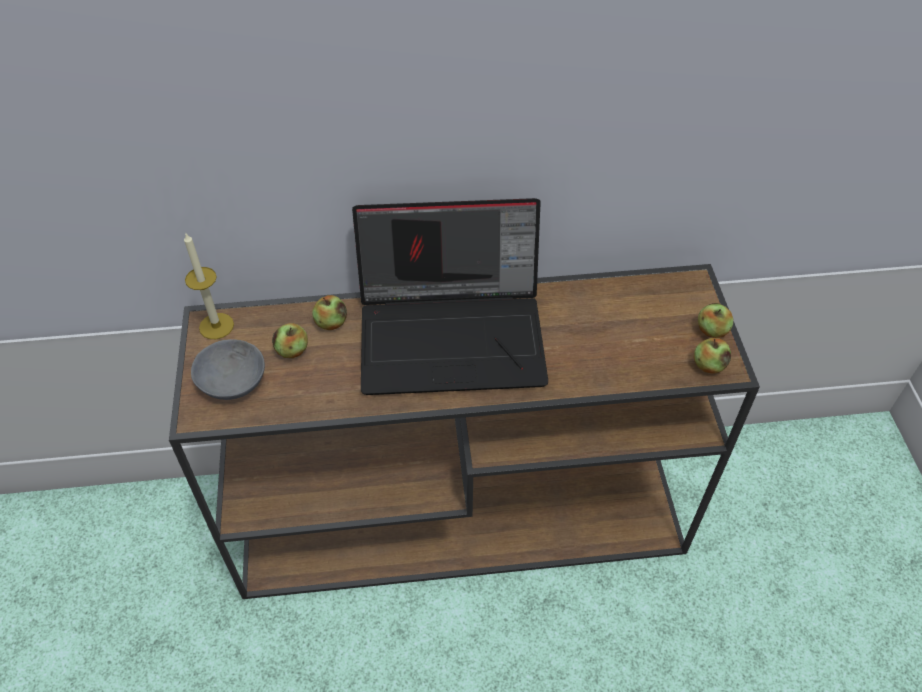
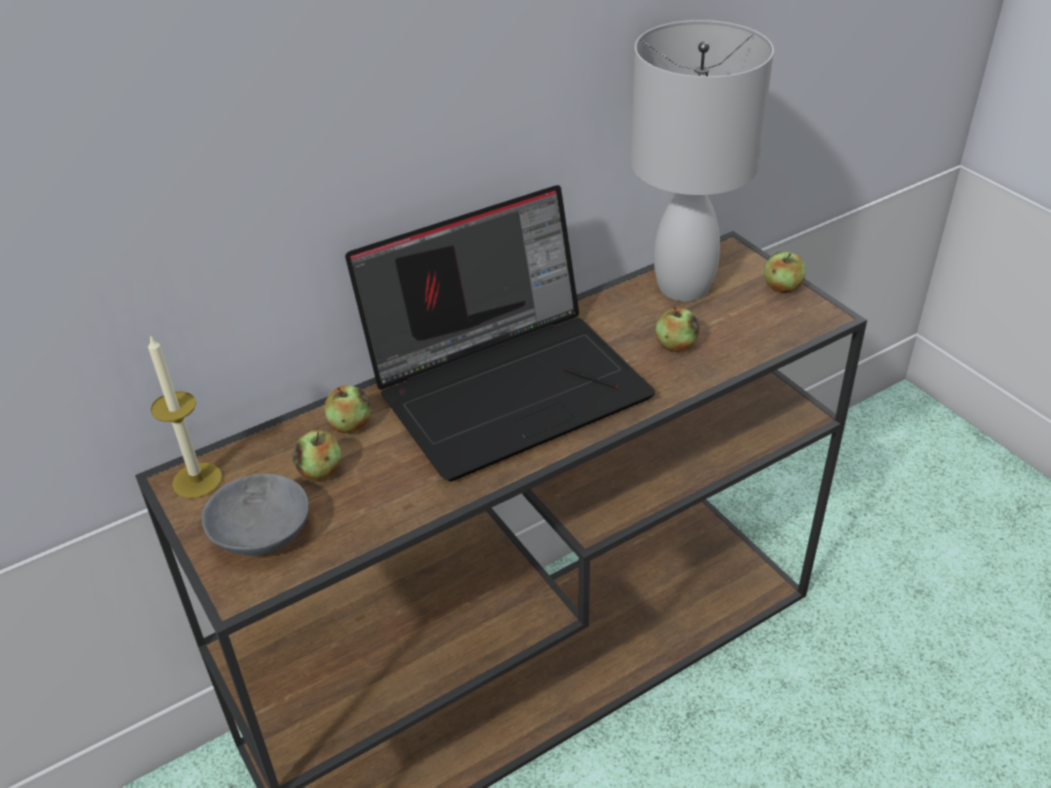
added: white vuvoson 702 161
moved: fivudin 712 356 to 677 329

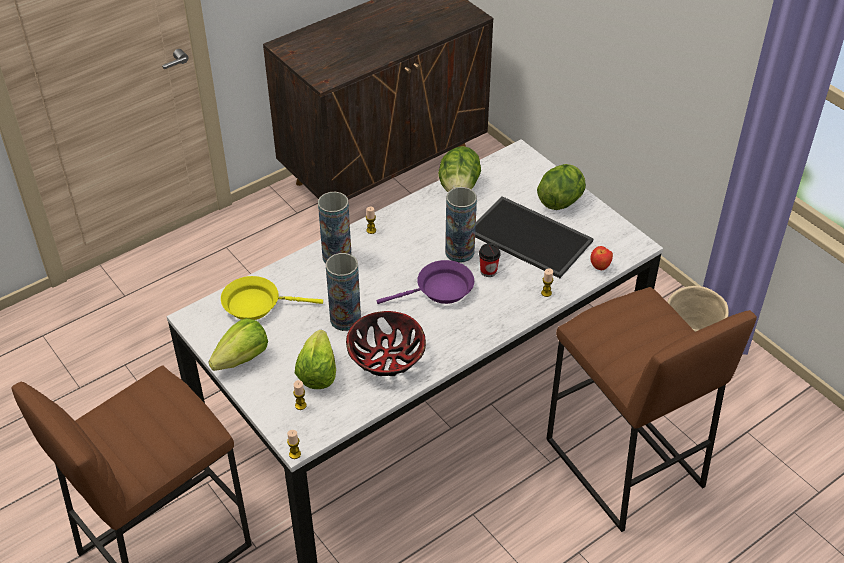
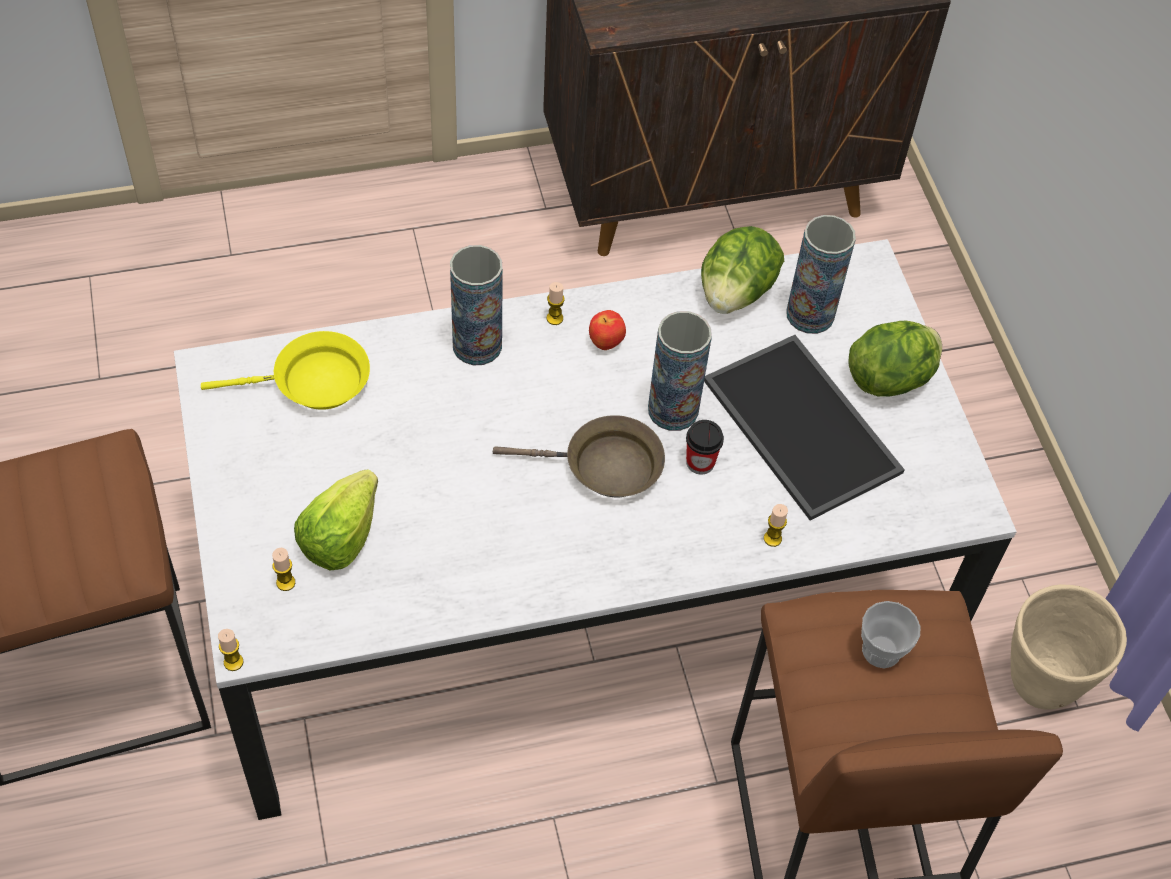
removed: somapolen 386 343; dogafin 238 344
added: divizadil 891 634
moved: fivudin 601 258 to 607 330; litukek 343 292 to 821 274
recoloured: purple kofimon 425 282 to brown kofimon 579 456
turned: yellow kofimon 272 298 = 285 370 150 degrees clockwise

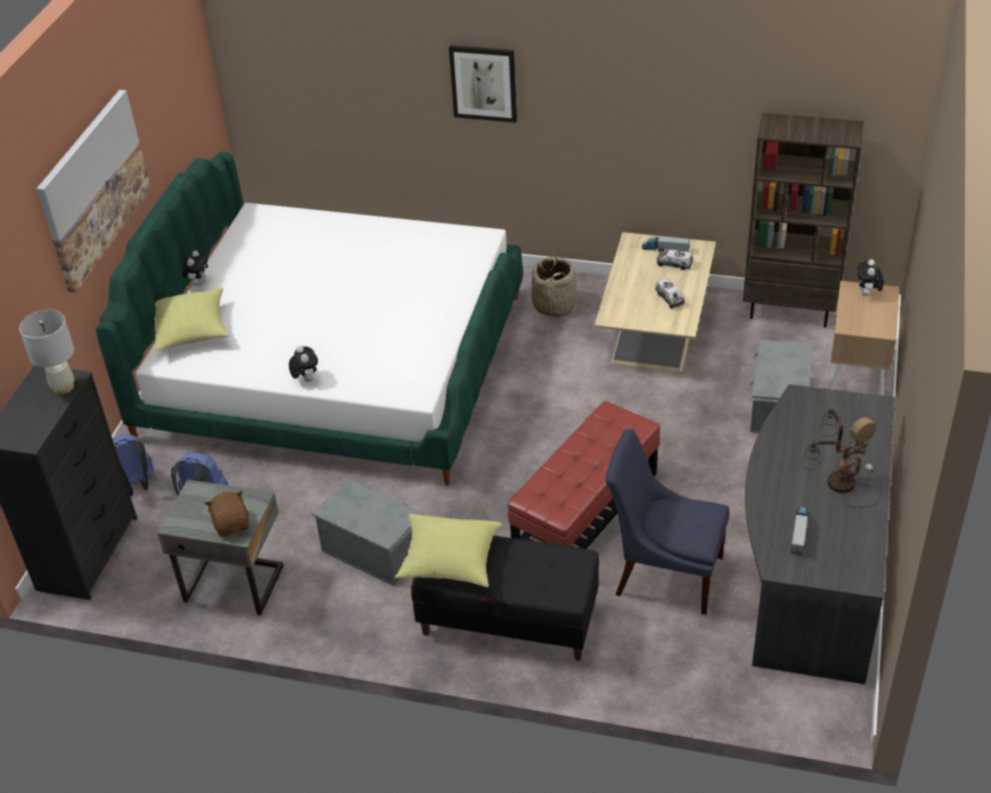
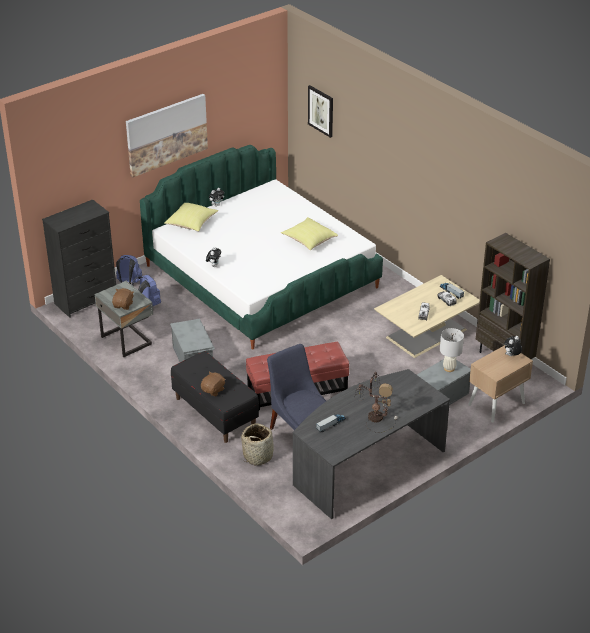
added: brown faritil 213 383
moved: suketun 483 84 to 320 111; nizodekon 553 286 to 258 444; white vuvoson 46 352 to 452 350; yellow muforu 449 550 to 309 233

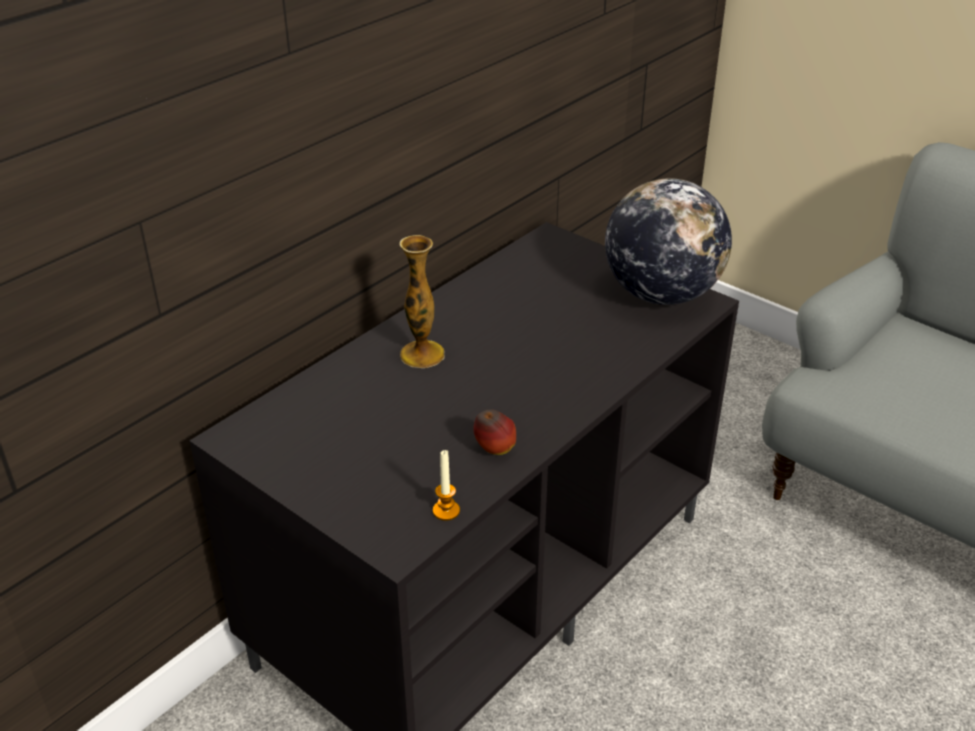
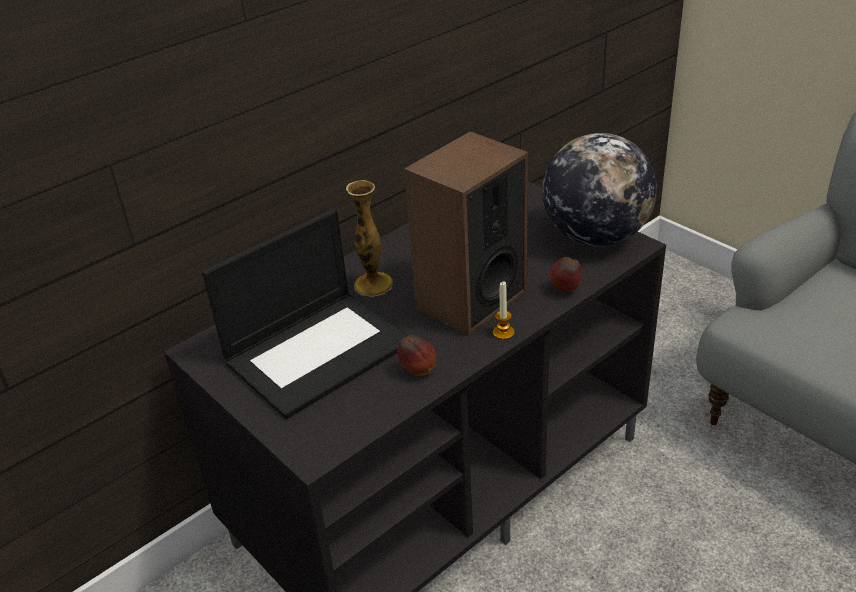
added: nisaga 466 233; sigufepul 305 314; fivudin 566 274
moved: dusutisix 446 485 to 503 311

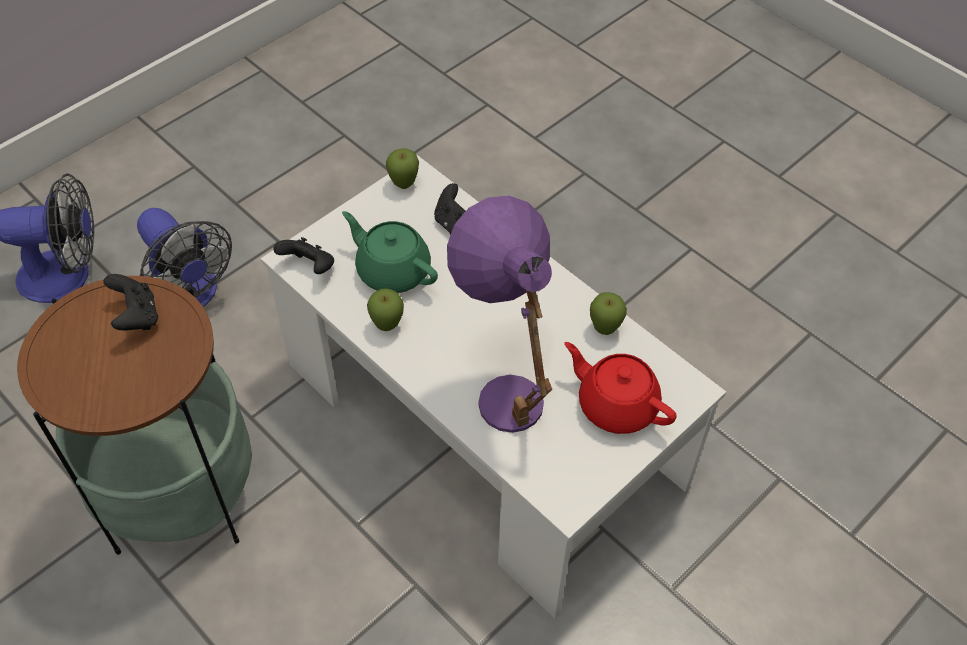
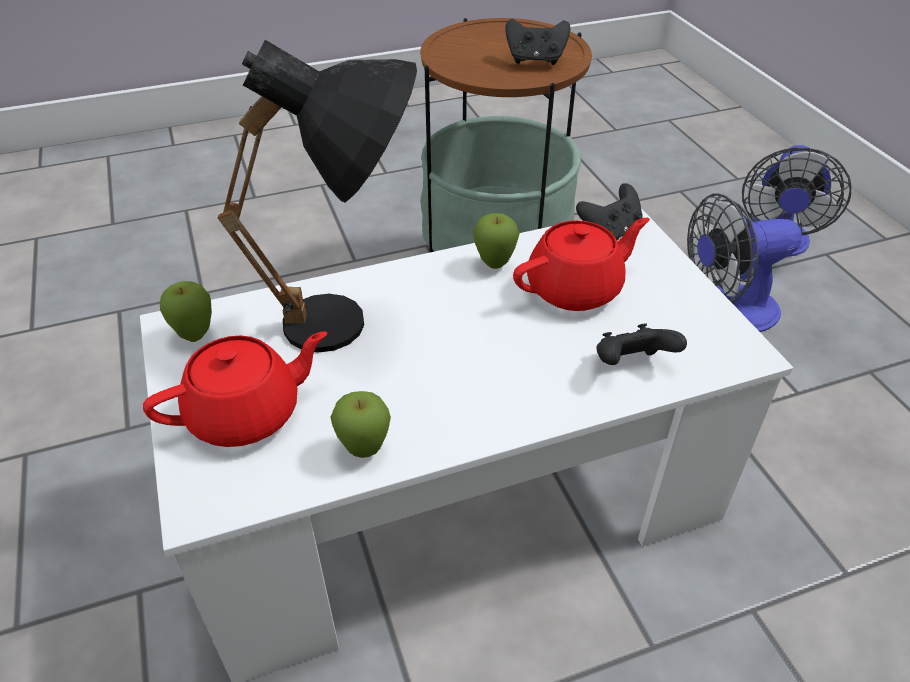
moved: fivudin 402 169 to 186 311
recoloured: purple vuvoson 499 314 to black vuvoson 317 196; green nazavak 390 252 to red nazavak 581 264

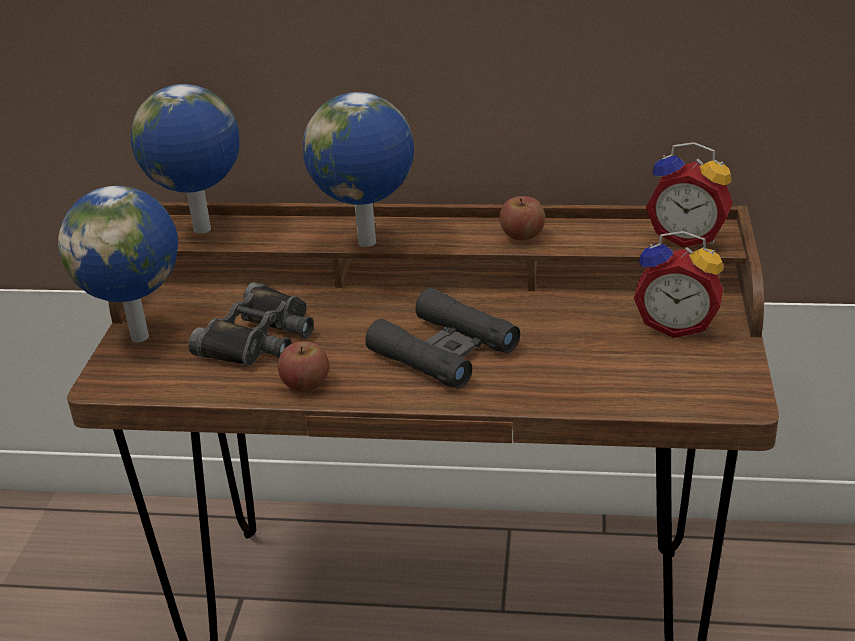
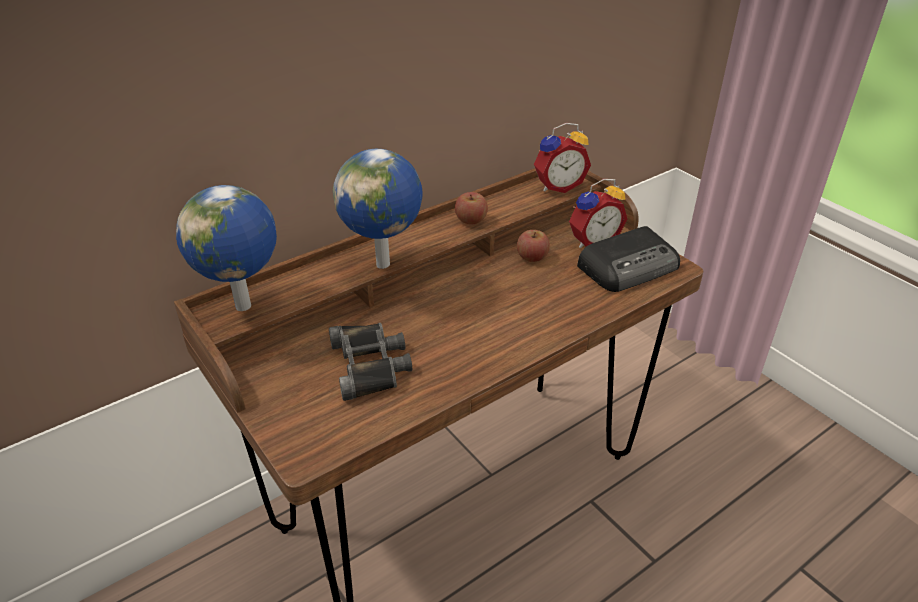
removed: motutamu 118 264; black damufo 442 338
added: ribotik 628 259
moved: fivudin 303 366 to 533 246

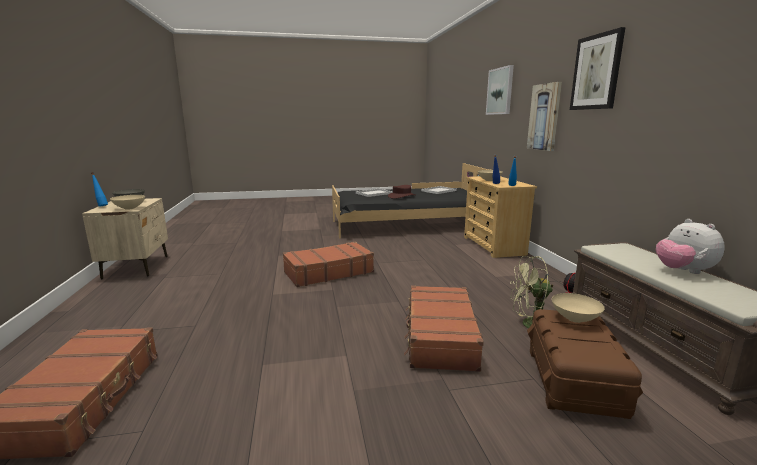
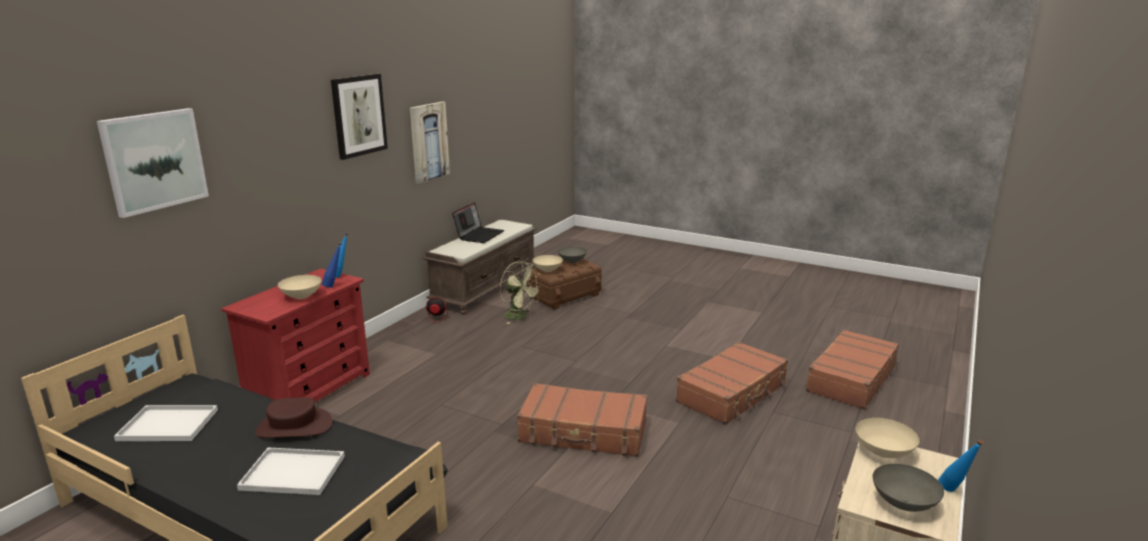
added: grey somapolen 572 254
moved: suketun 544 116 to 430 142; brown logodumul 444 328 to 732 383
replaced: faritil 690 246 to sigufepul 478 222
recoloured: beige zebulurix 500 217 to red zebulurix 295 335

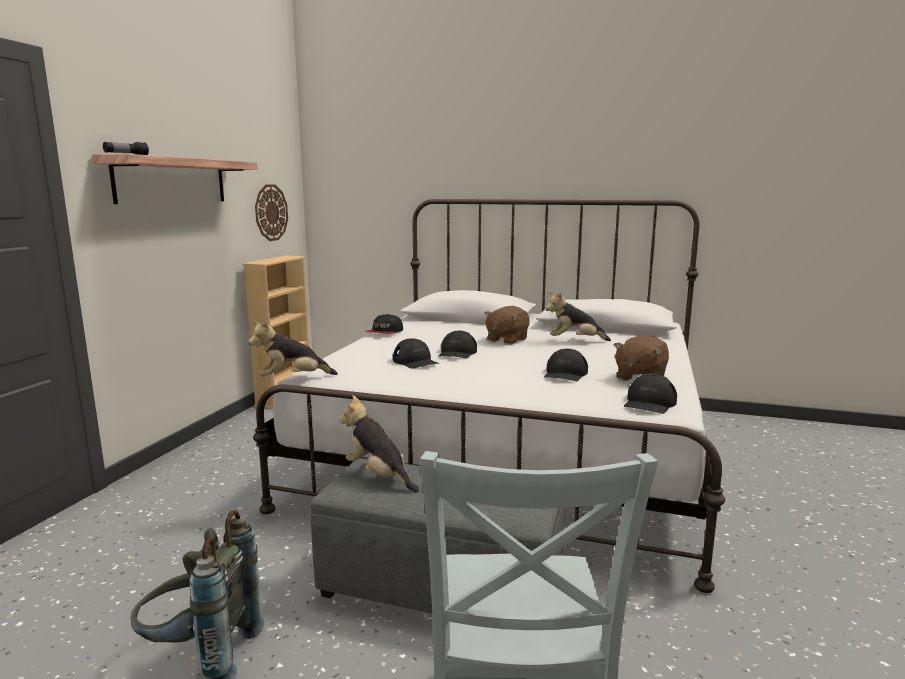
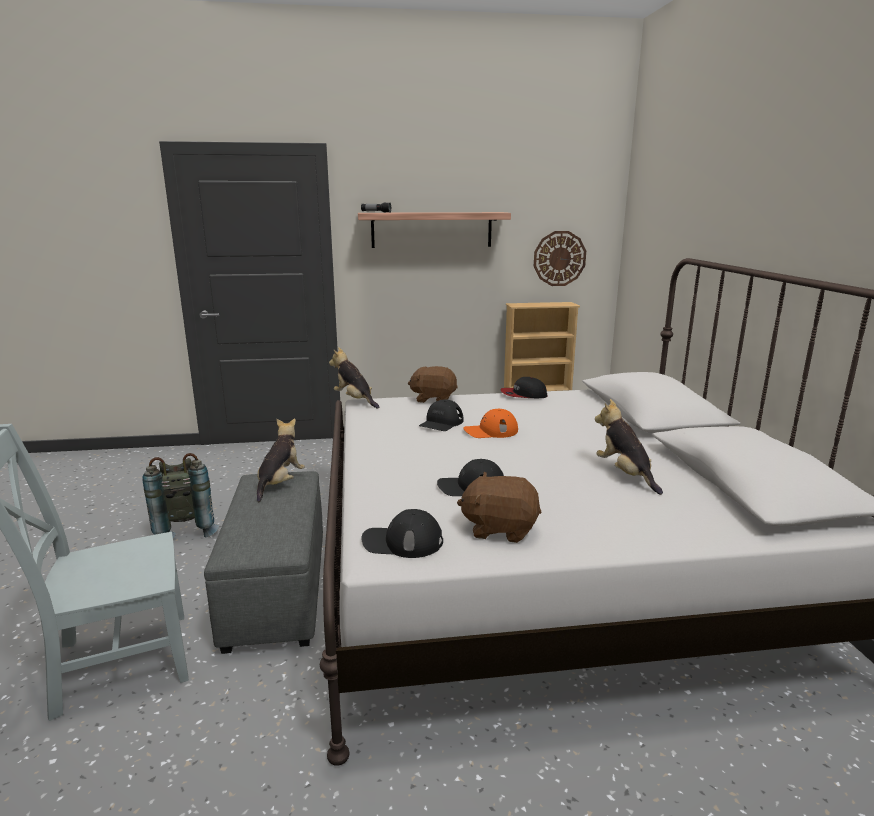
moved: brown faritil 507 325 to 433 384
recoloured: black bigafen 458 344 to orange bigafen 490 423

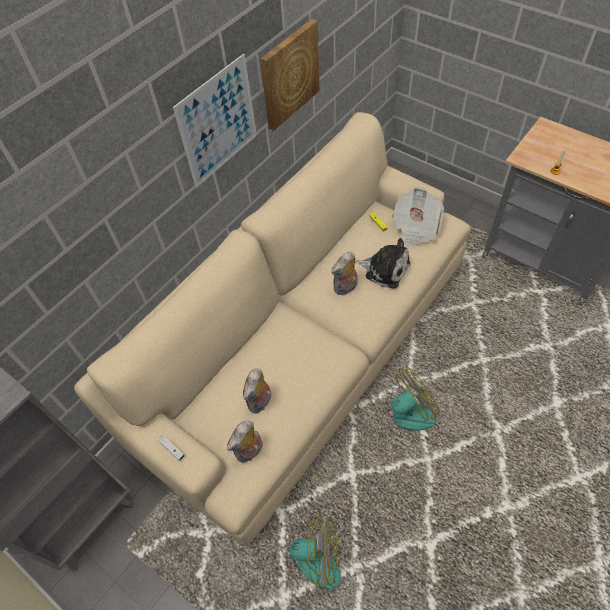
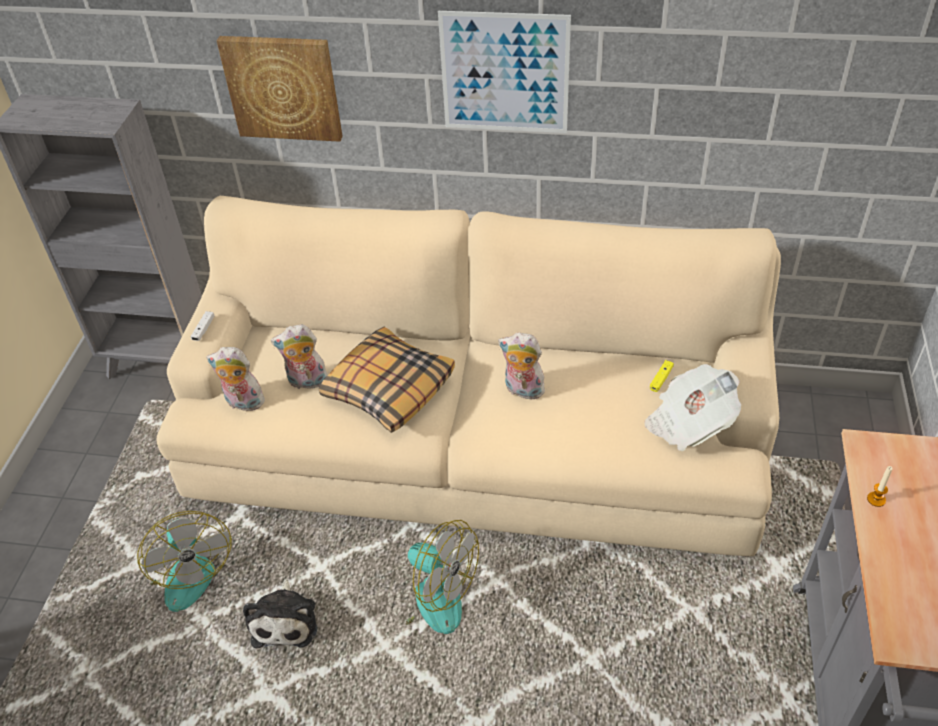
added: muforu 387 380
moved: suketun 290 75 to 280 89; faritil 382 263 to 280 613

